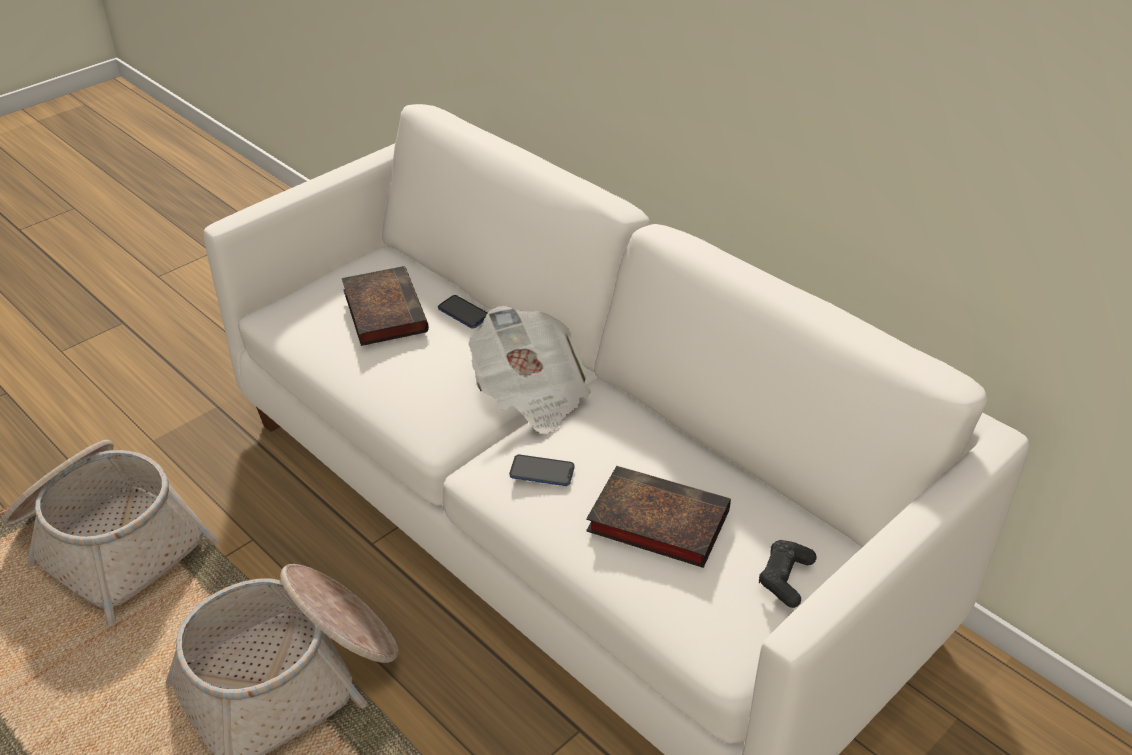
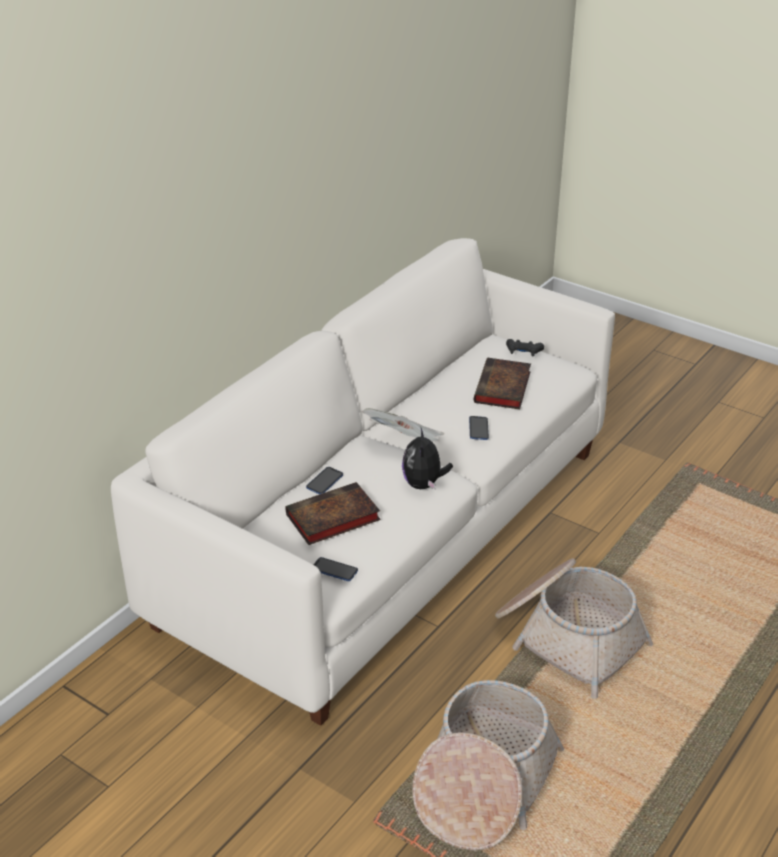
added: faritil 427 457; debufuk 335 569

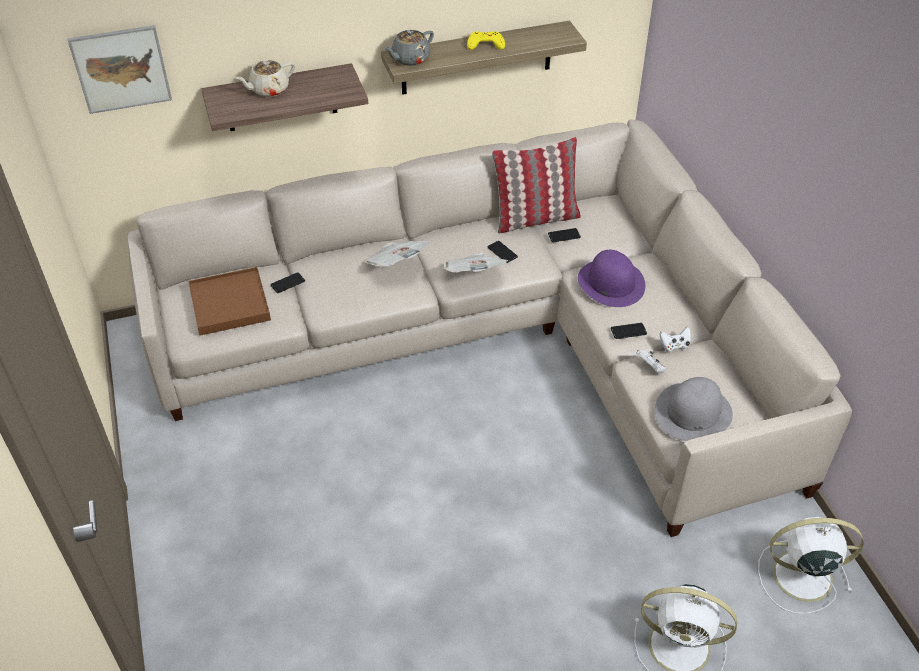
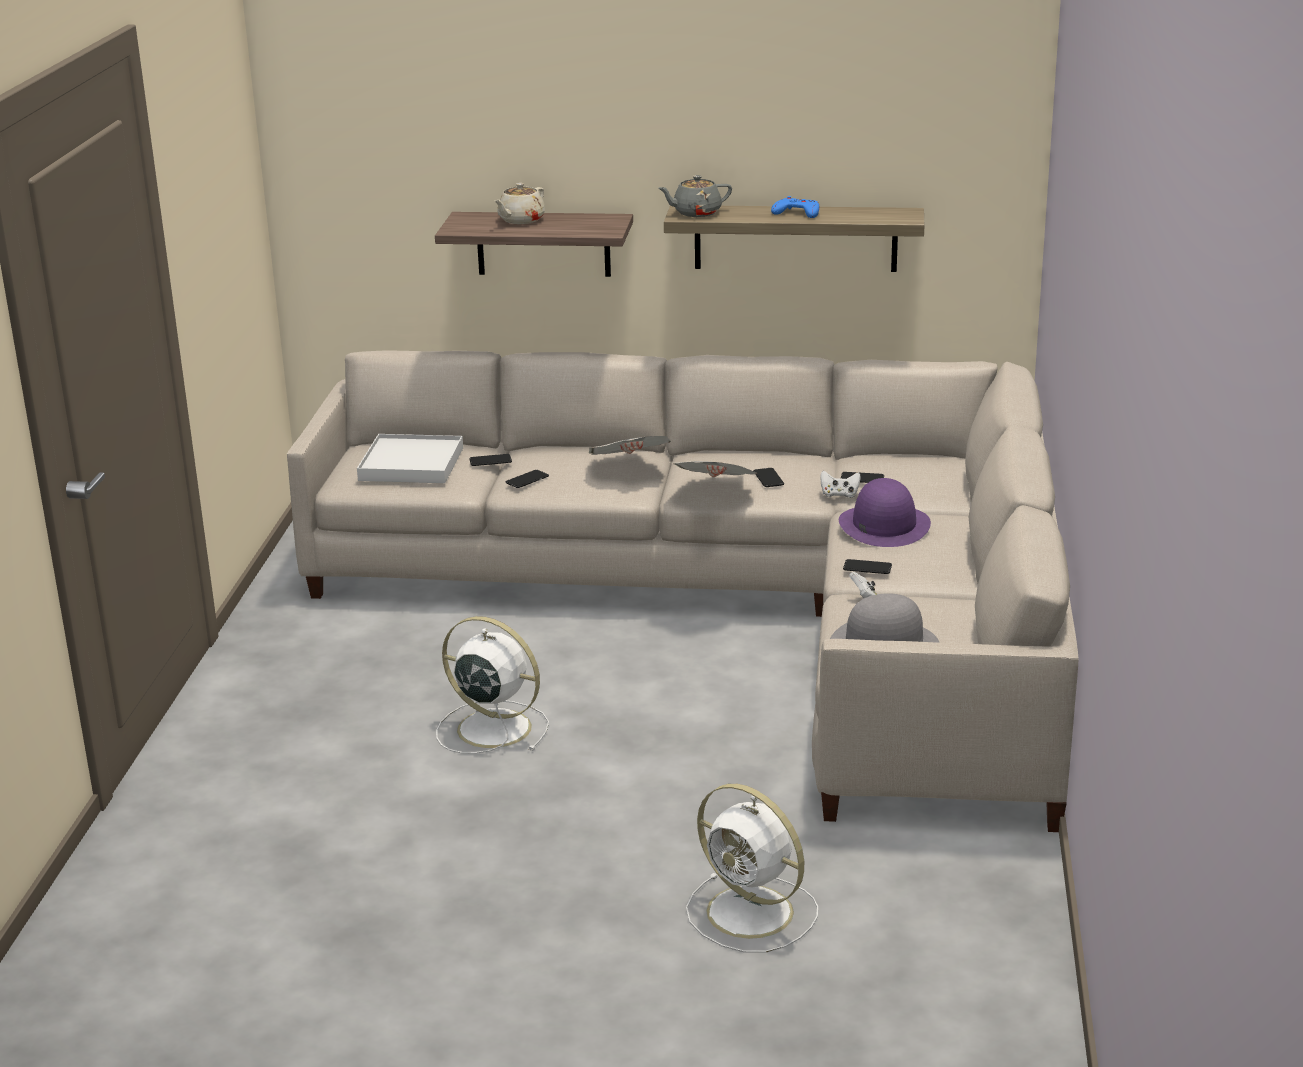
removed: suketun 119 69; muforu 536 185
added: debufuk 527 479
moved: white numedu 675 339 to 840 484; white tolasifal 811 565 to 492 685
recoloured: yellow numedu 486 40 to blue numedu 795 207; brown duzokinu 229 301 to white duzokinu 410 458
turned: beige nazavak 265 78 = 520 203 45 degrees counterclockwise

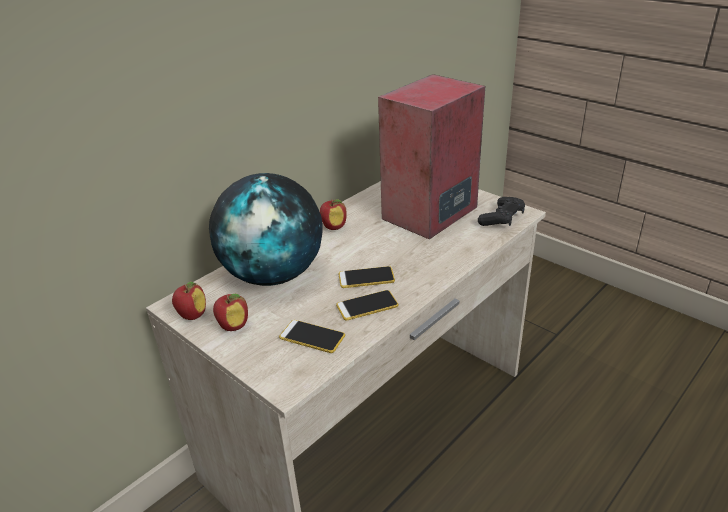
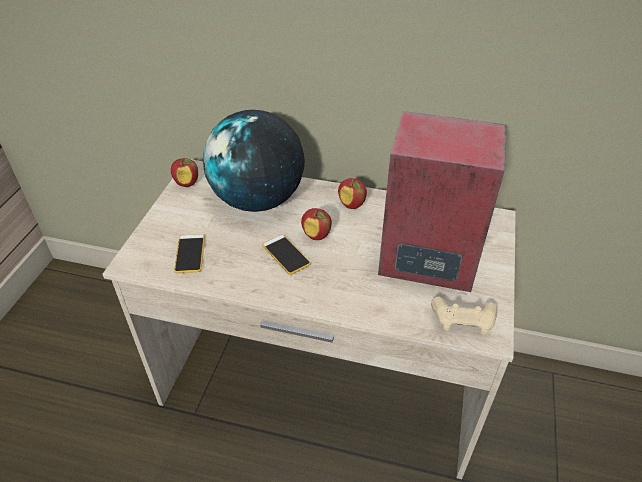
removed: debufuk 367 305
moved: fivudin 230 312 to 316 224
recoloured: black numedu 501 211 to beige numedu 464 316

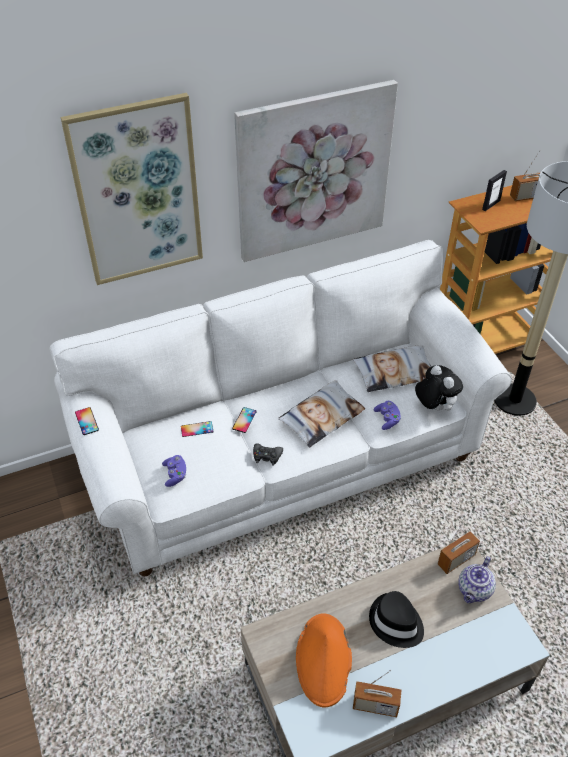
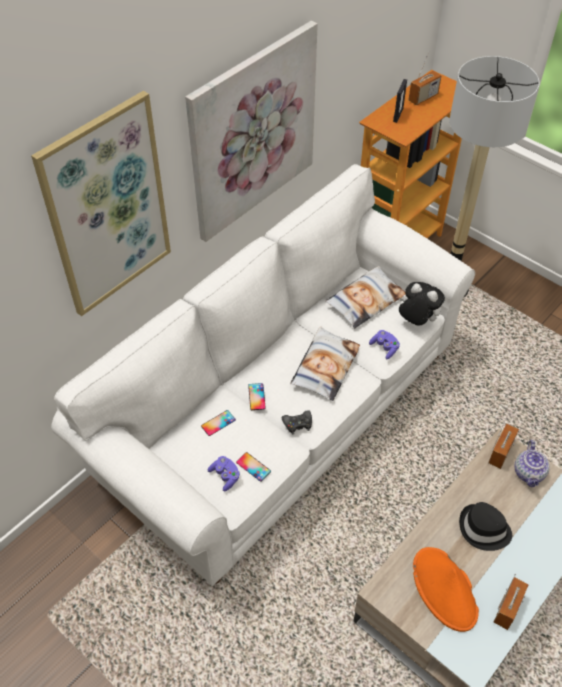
moved: debufuk 87 421 to 253 467
turned: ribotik 377 693 = 511 602 45 degrees counterclockwise

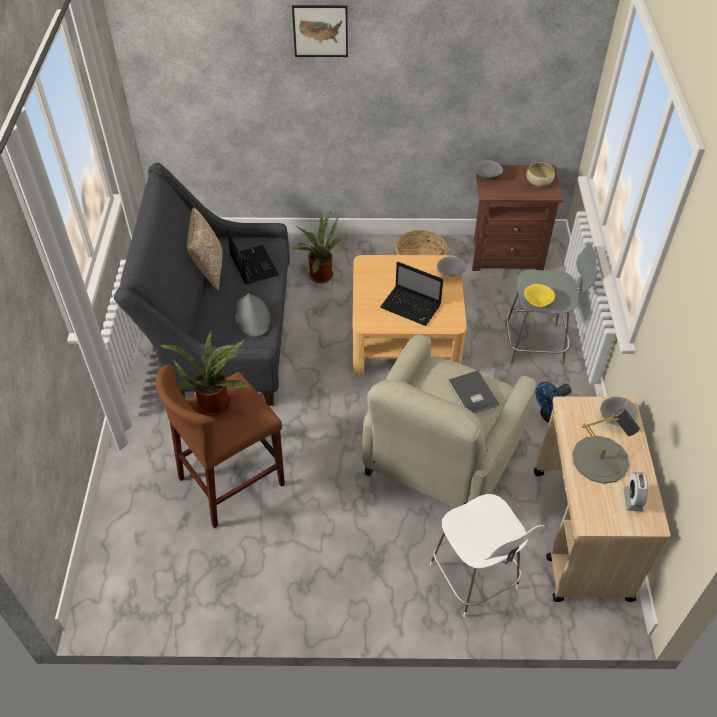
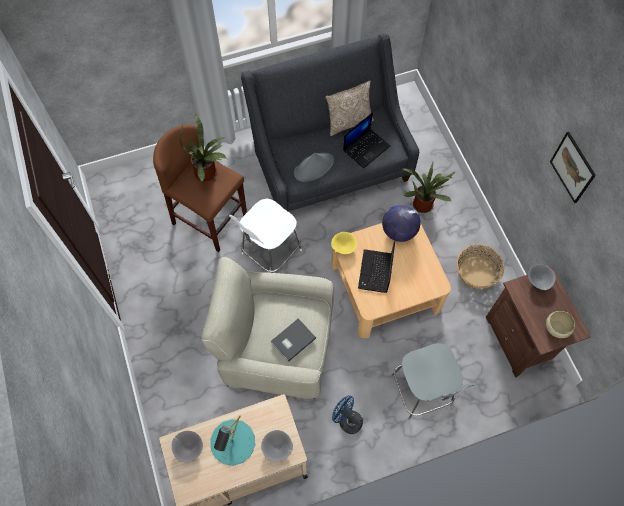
removed: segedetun 635 492
added: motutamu 401 223
moved: suketun 320 31 to 573 167; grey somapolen 451 266 to 187 446; yellow somapolen 539 295 to 344 243; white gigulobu 487 555 to 265 235
recoloured: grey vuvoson 606 446 to turquoise vuvoson 232 440

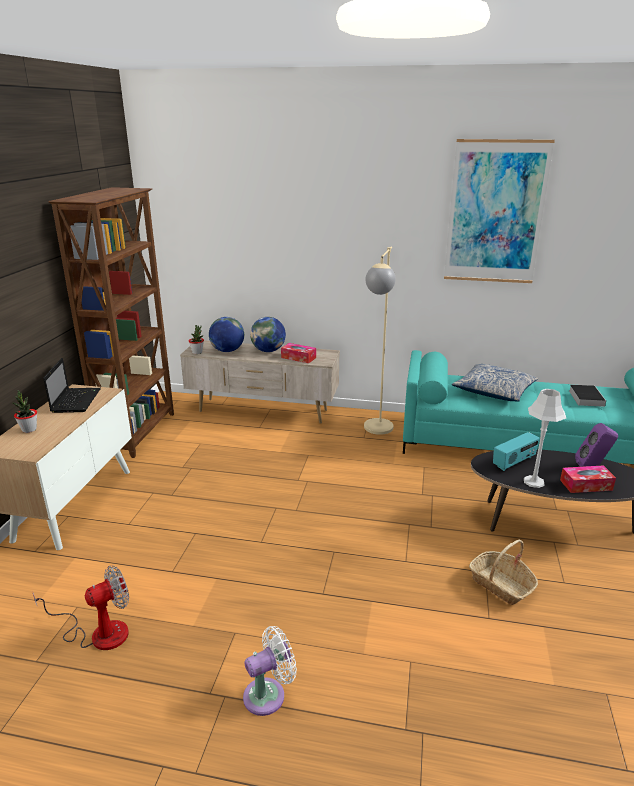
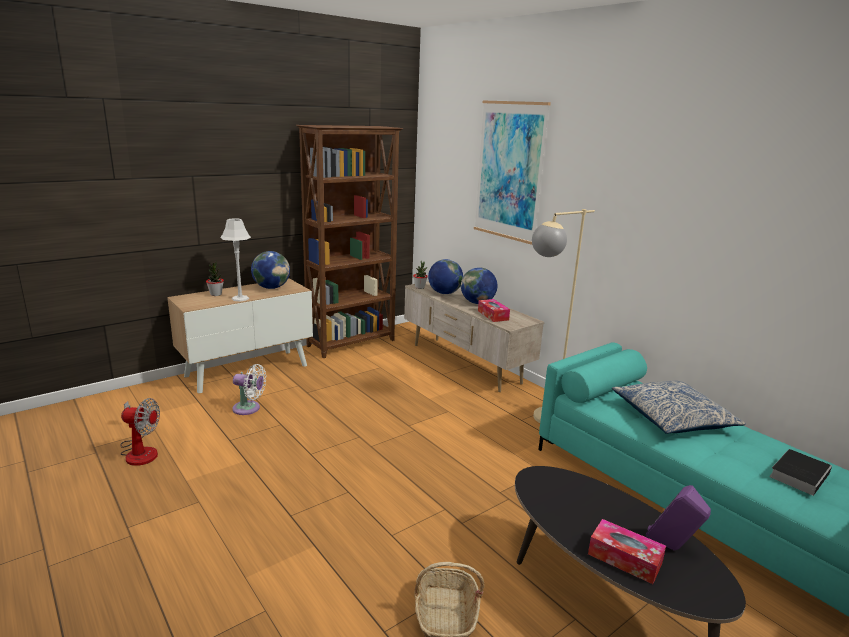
removed: ribotik 516 451
moved: suketun 499 211 to 512 172; grey vuvoson 545 438 to 235 260; white tolasifal 270 671 to 249 389
replaced: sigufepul 72 385 to motutamu 270 270

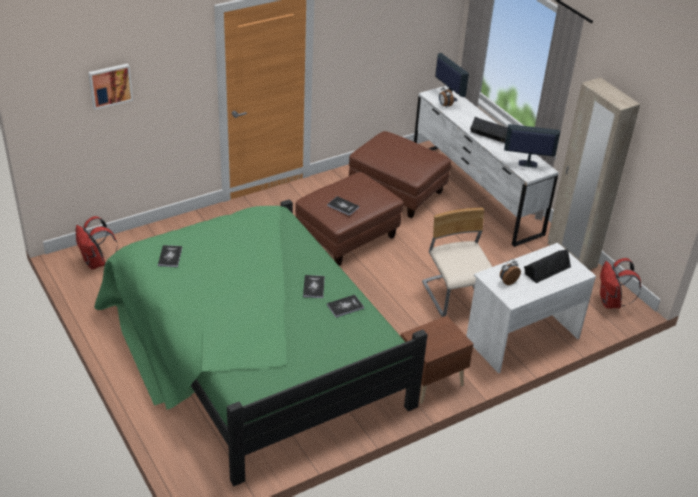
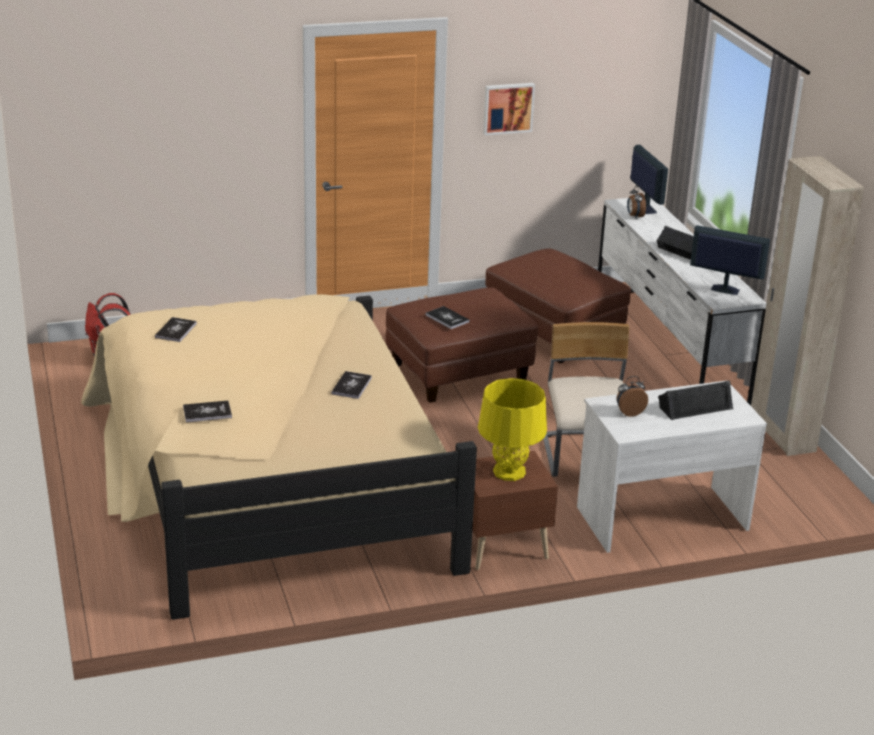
removed: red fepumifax 620 283
added: yellow vuvoson 512 429
moved: suketun 110 86 to 509 109; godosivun 345 306 to 207 411
recoloured: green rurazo 261 342 to beige rurazo 279 457

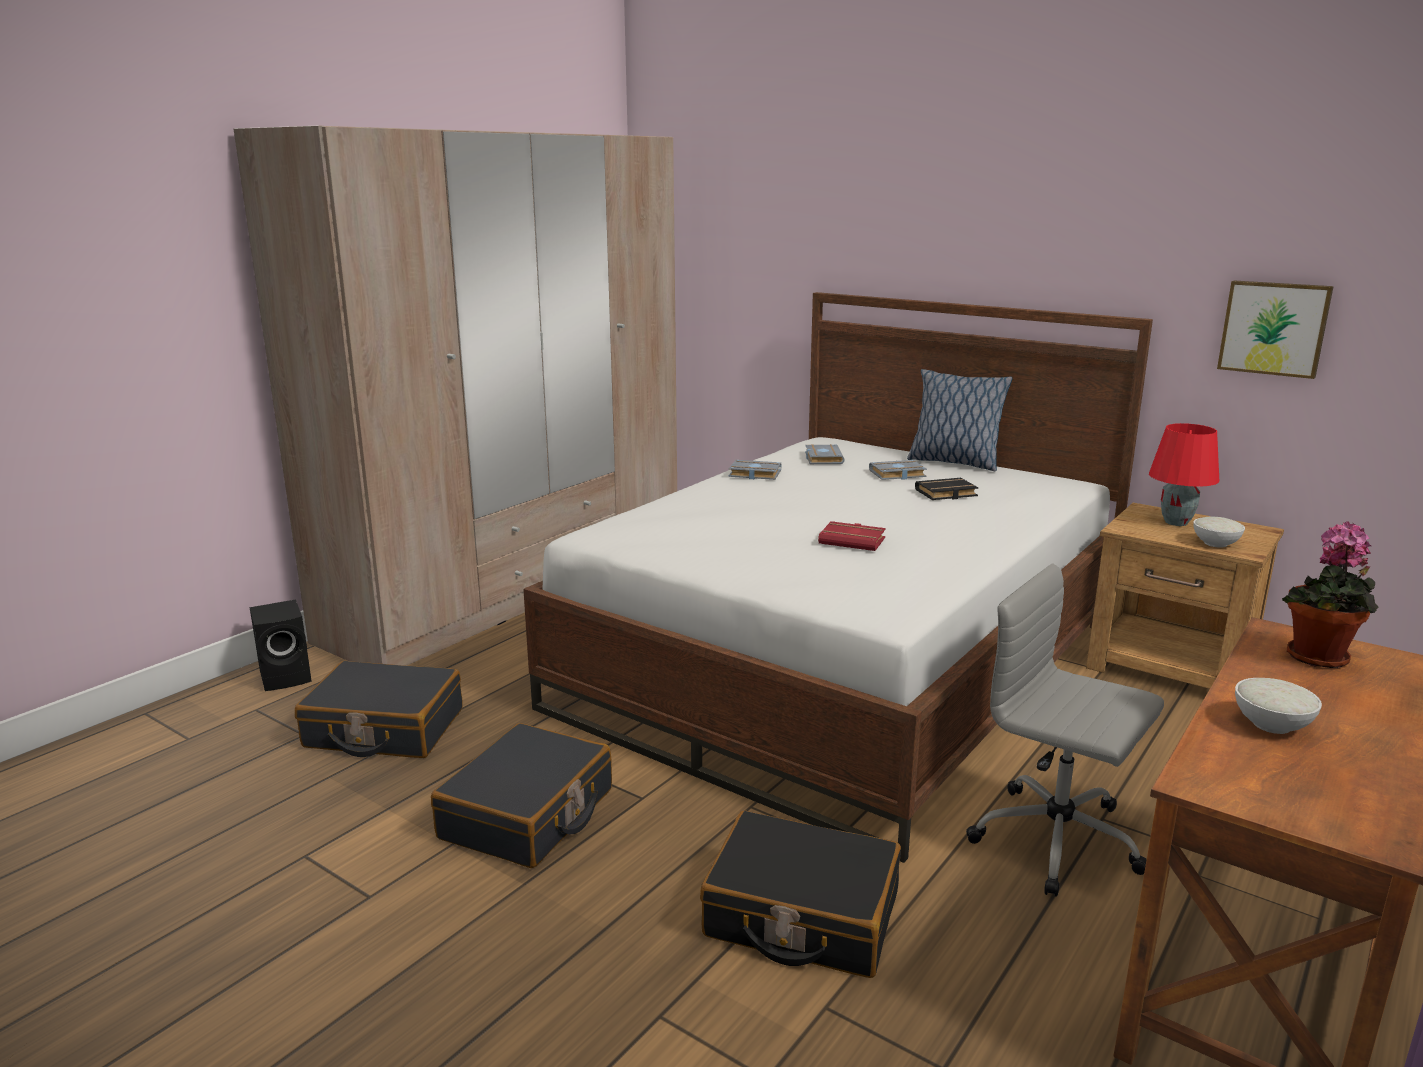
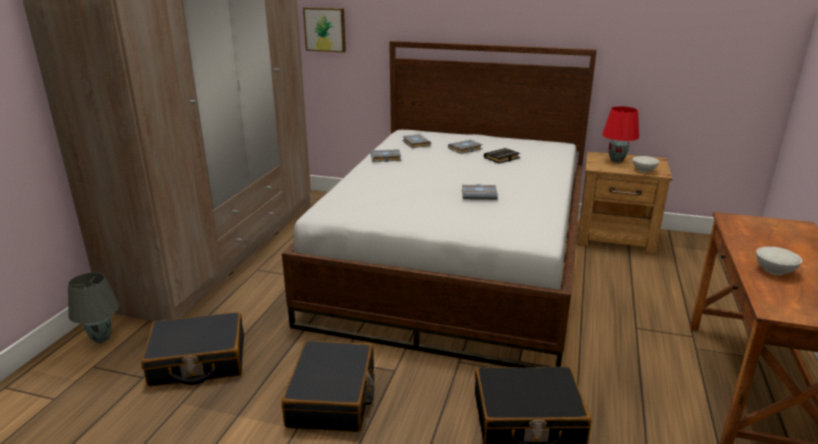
removed: muforu 959 420; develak 1330 594; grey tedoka 1065 730
moved: suketun 1275 329 to 324 29
replaced: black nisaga 281 645 to grey vuvoson 93 307
recoloured: red godosivun 852 536 to grey godosivun 480 192

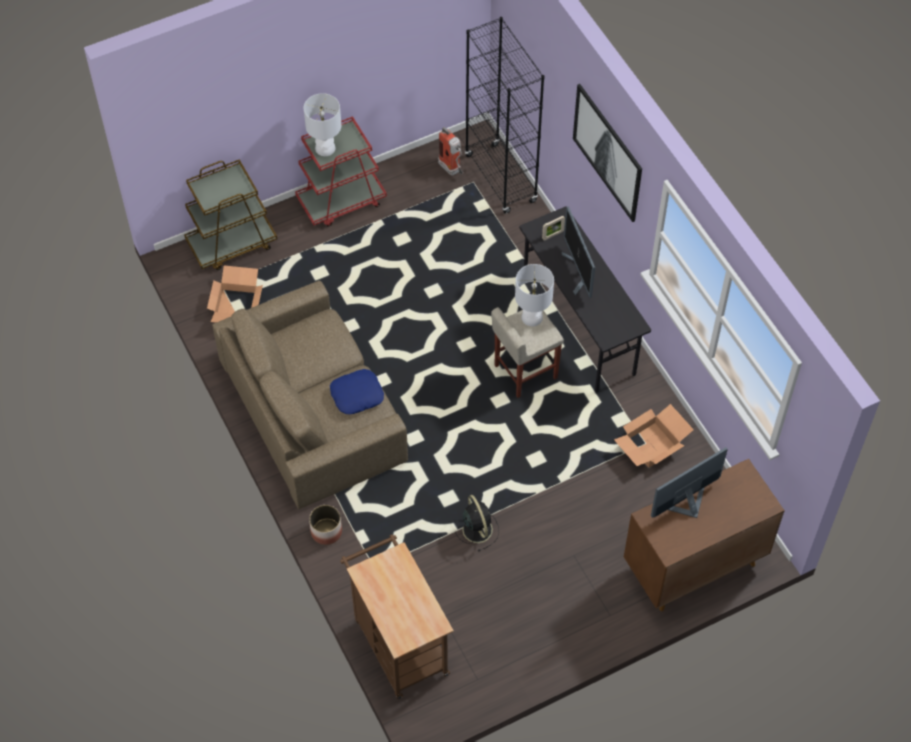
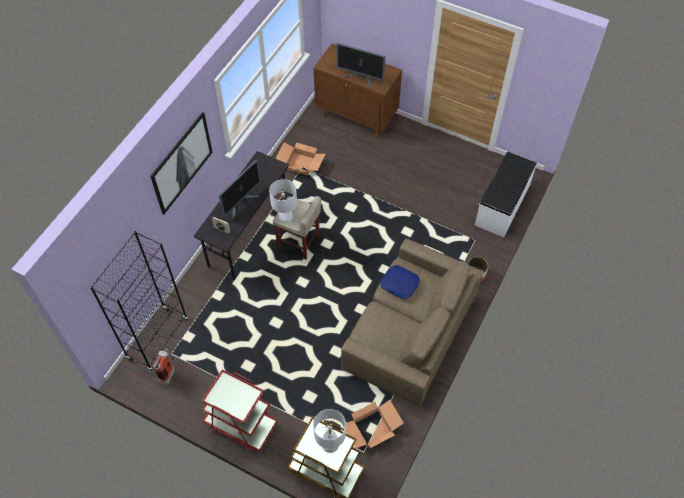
removed: black tolasifal 477 523
moved: white vuvoson 323 124 to 329 431
replaced: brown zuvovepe 397 616 to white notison 506 194

